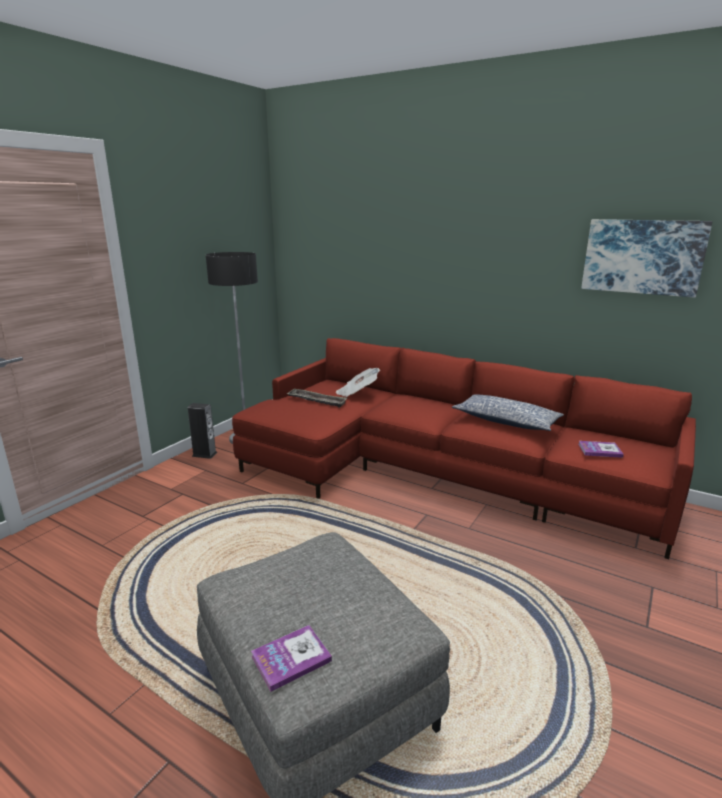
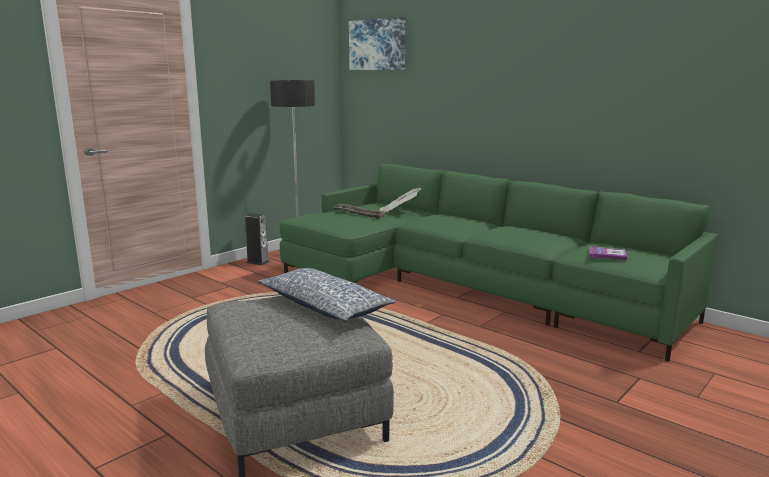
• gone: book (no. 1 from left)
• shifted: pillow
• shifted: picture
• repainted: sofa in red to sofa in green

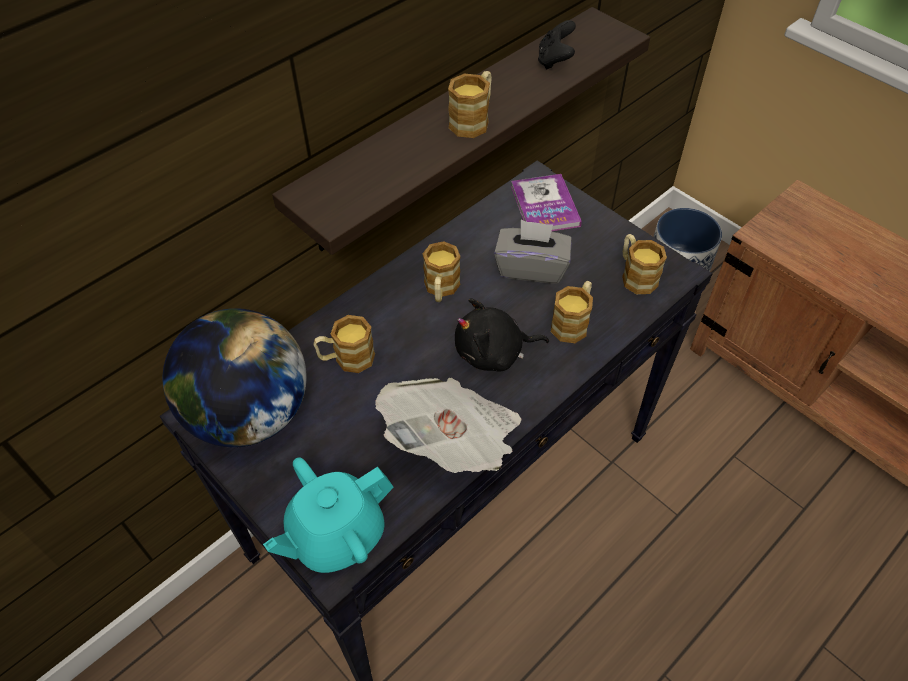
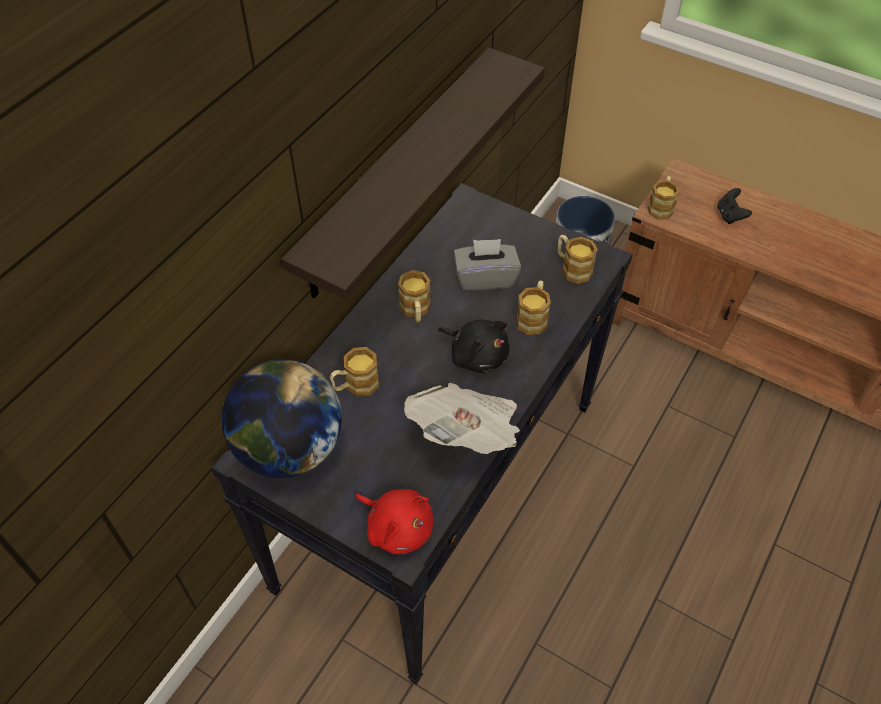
• gone: book
• shifted: mug (no. 3 from left in the first image) to mug (no. 5 from left)
• shifted: game controller in black
• swapped: teapot in turquoise to plush toy in red
• rotated: plush toy in black 120 degrees counterclockwise

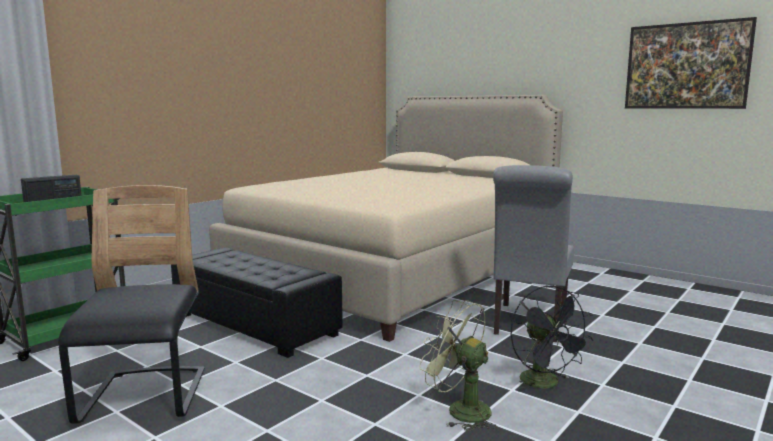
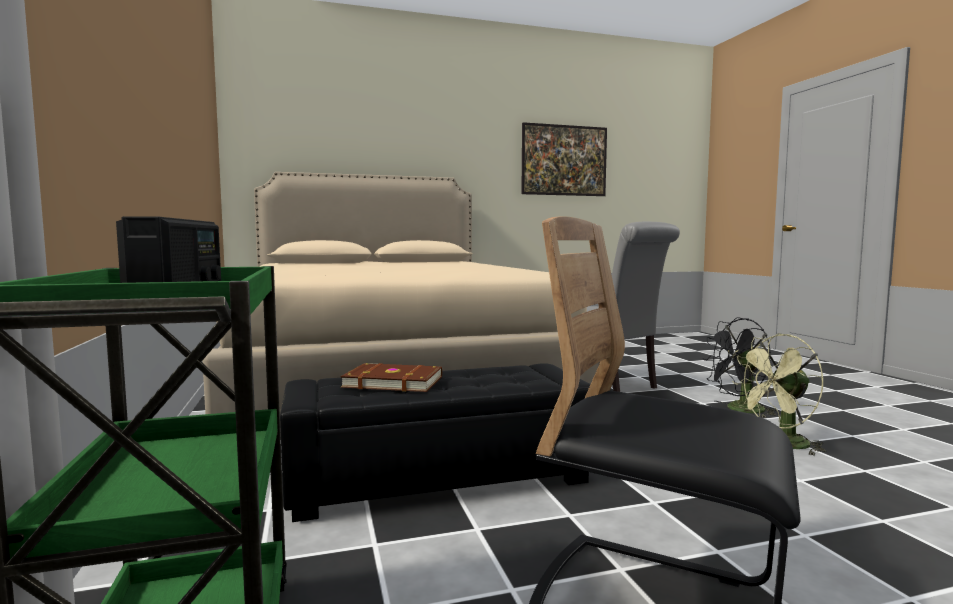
• new: book in brown
• rotated: fan in black 150 degrees clockwise

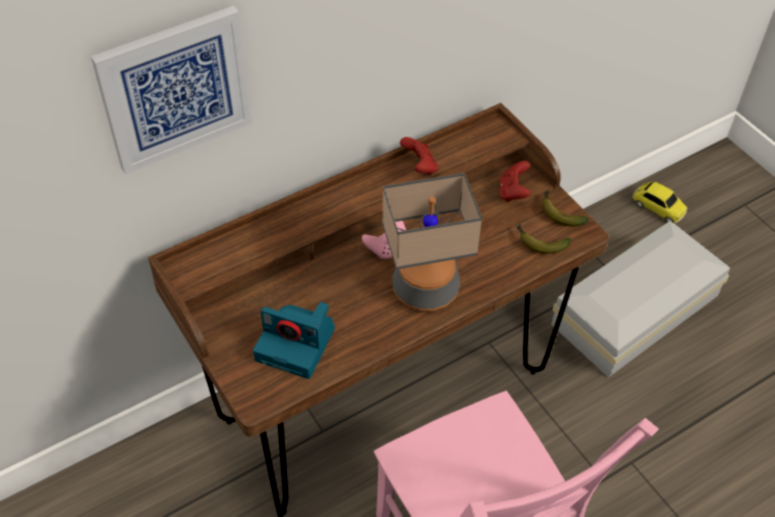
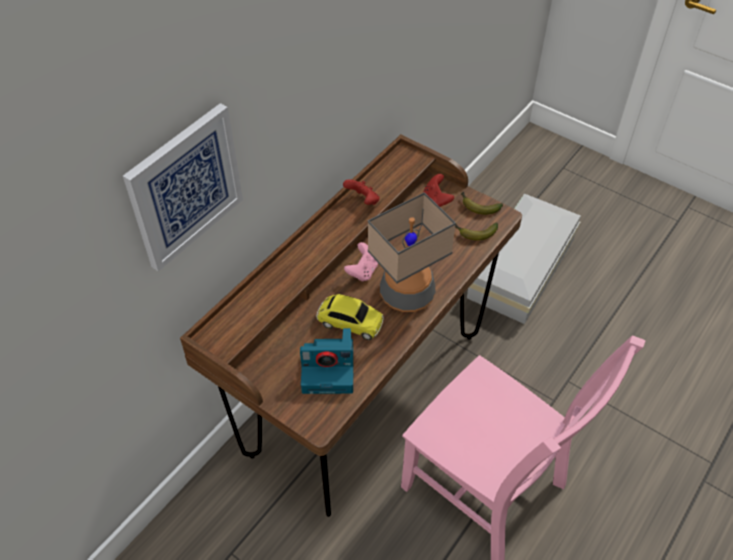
• shifted: toy car

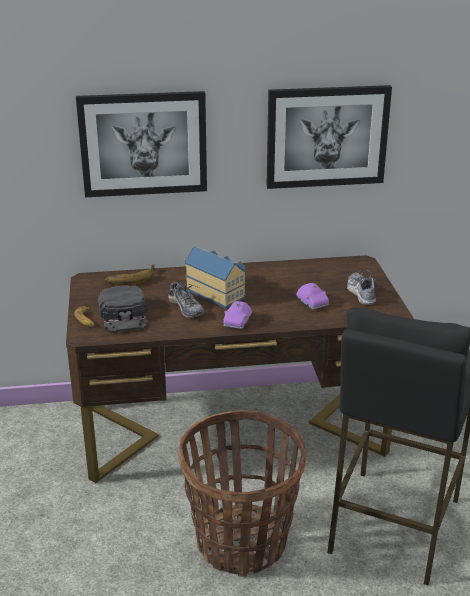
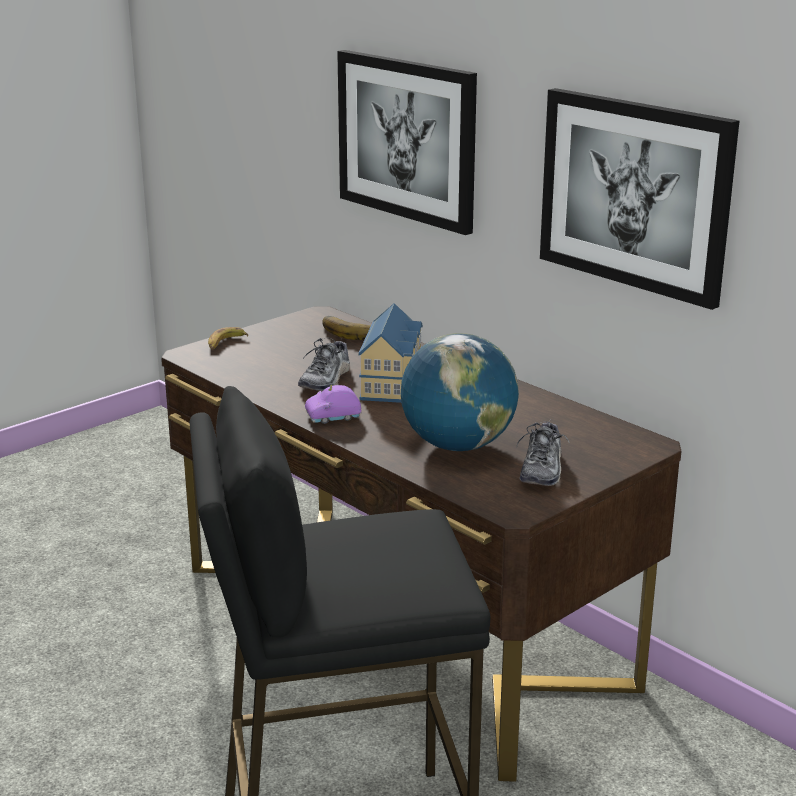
• gone: cap in black
• gone: basket
• swapped: toy car in purple (no. 2 from left) to globe
• rotated: shoe (no. 2 from left) 150 degrees clockwise

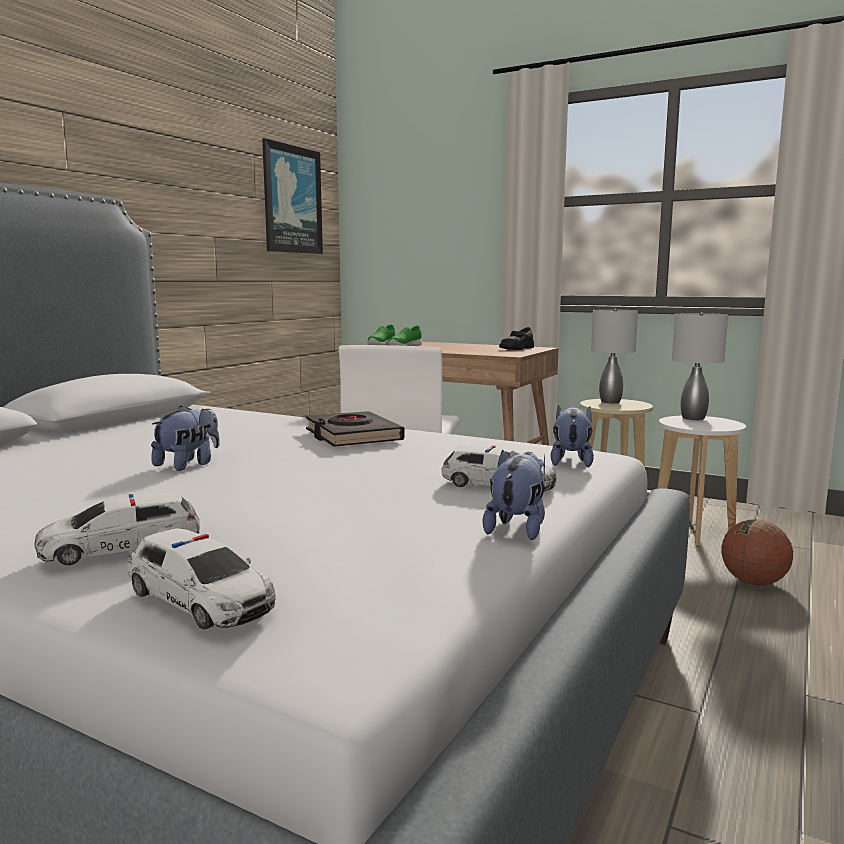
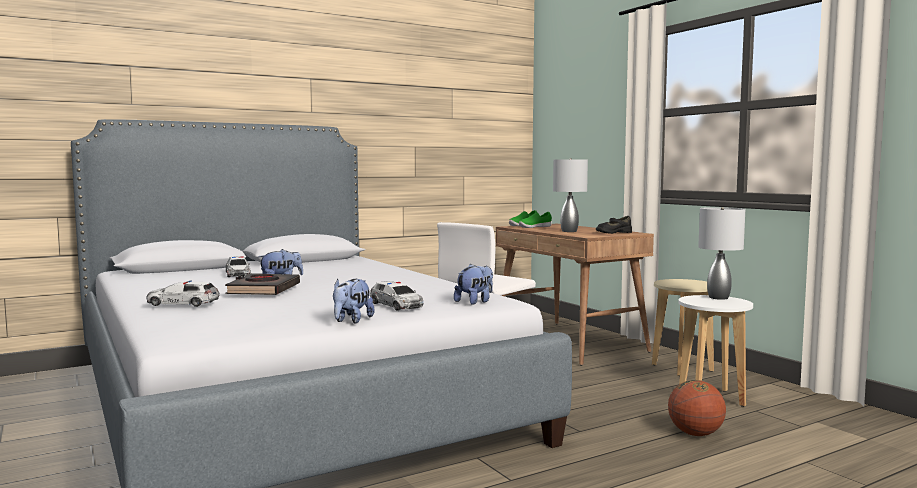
• gone: picture
• shifted: toy car (no. 2 from left)
• shifted: book in black
• shifted: table lamp in grey (no. 1 from left)
• rotated: plush toy (no. 2 from left) 150 degrees clockwise

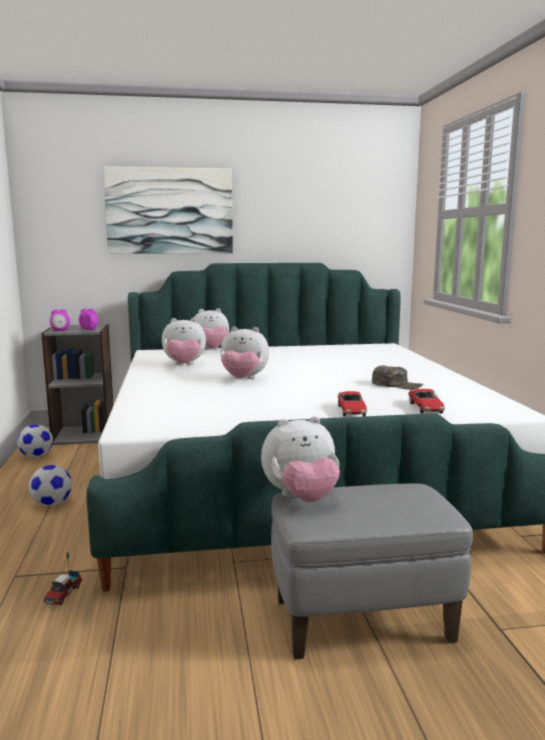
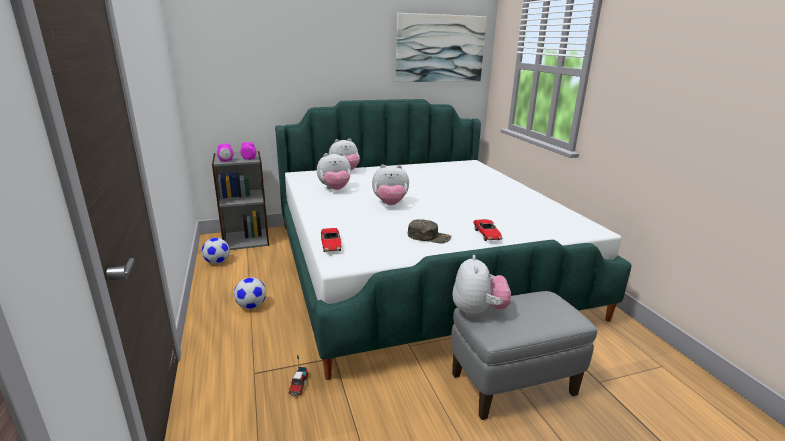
• shifted: picture
• shifted: cap in green
• shifted: toy car (no. 2 from left in the first image) to toy car (no. 1 from left)
• rotated: plush toy (no. 4 from left) 60 degrees counterclockwise

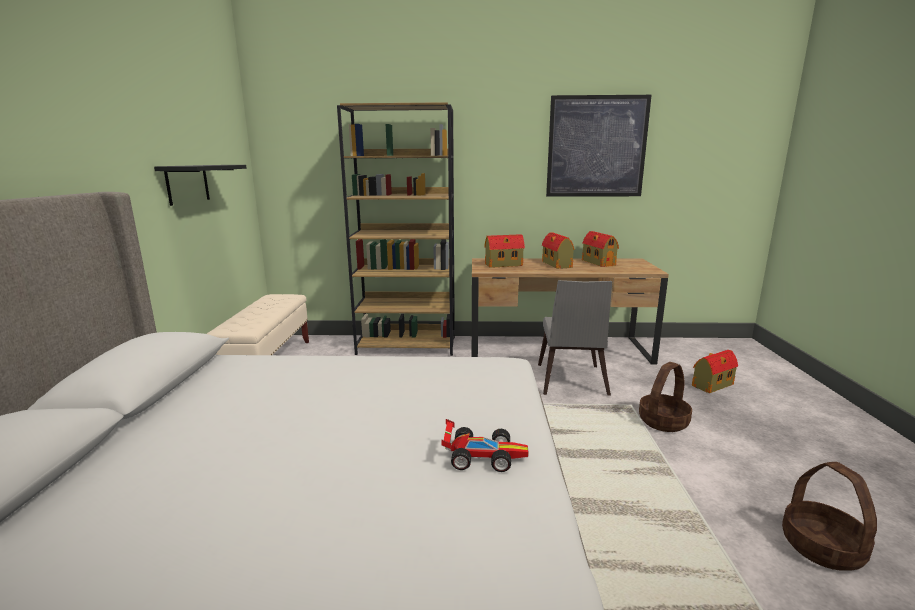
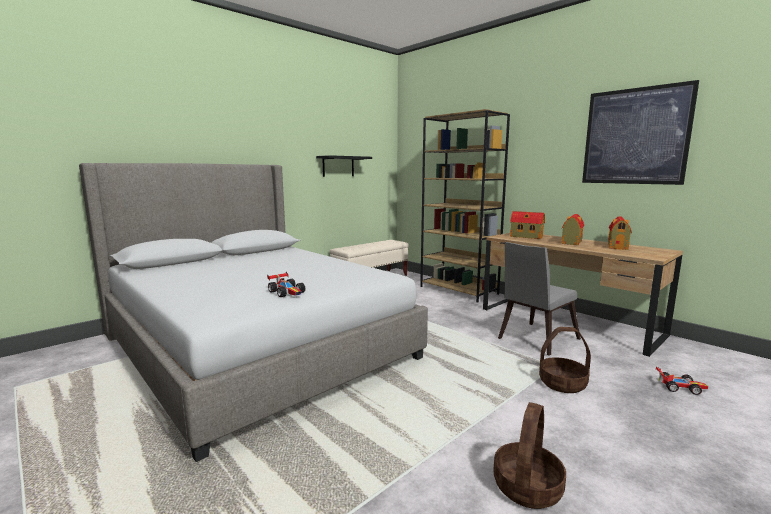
• swapped: toy house (no. 4 from left) to toy car (no. 2 from left)

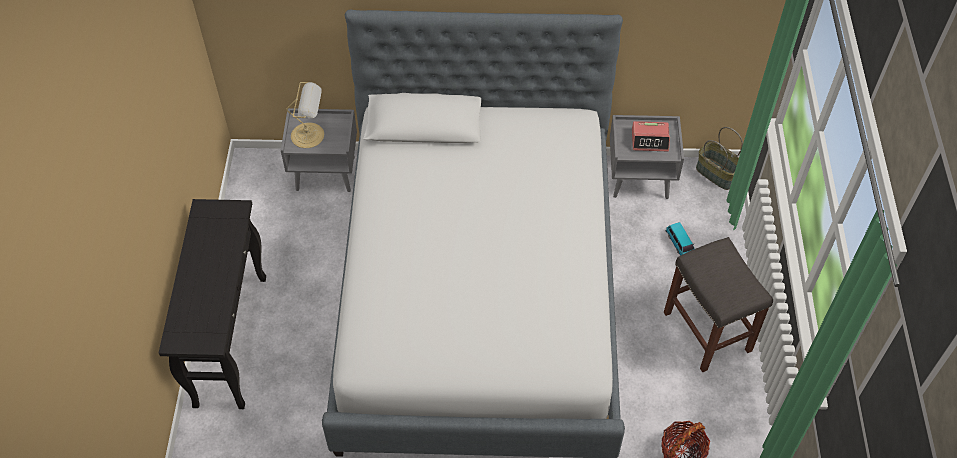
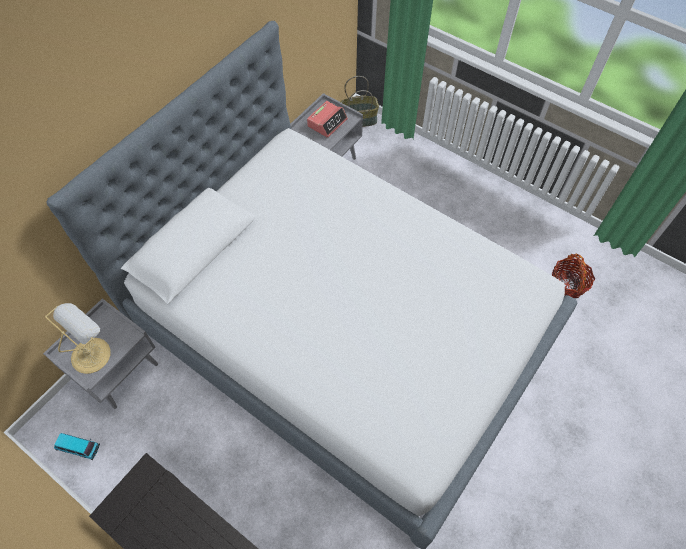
• gone: stool in grey
• shifted: toy car

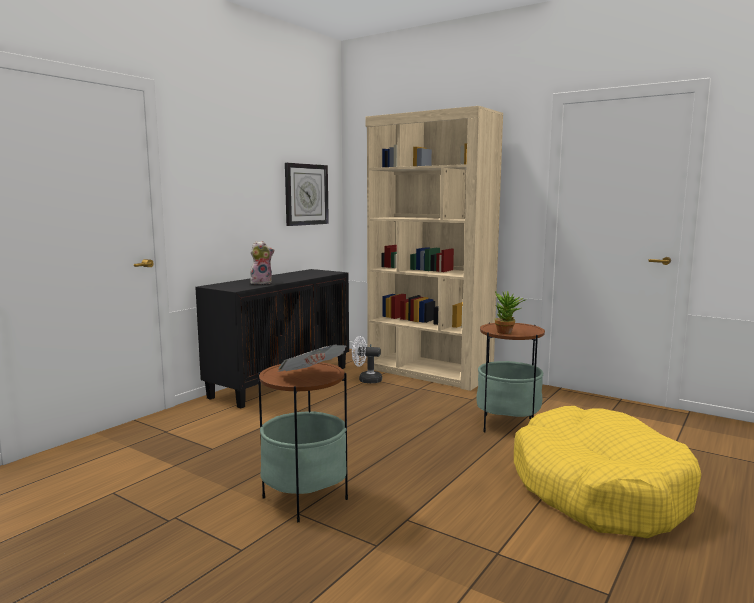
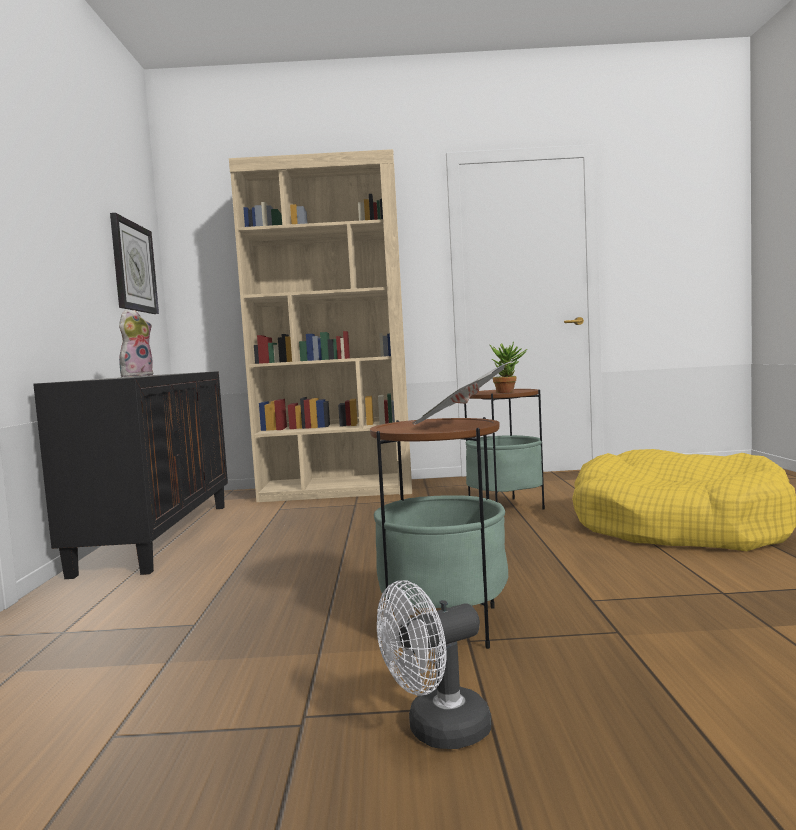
• shifted: fan in white

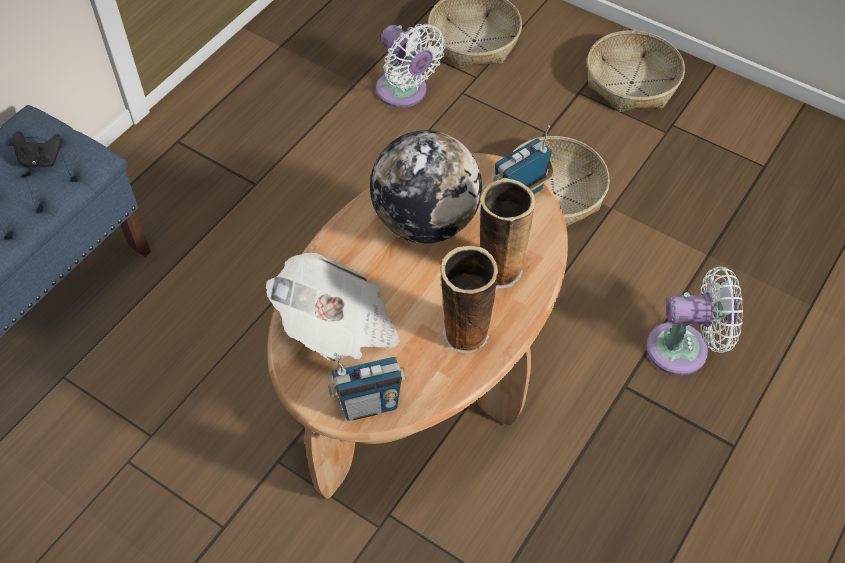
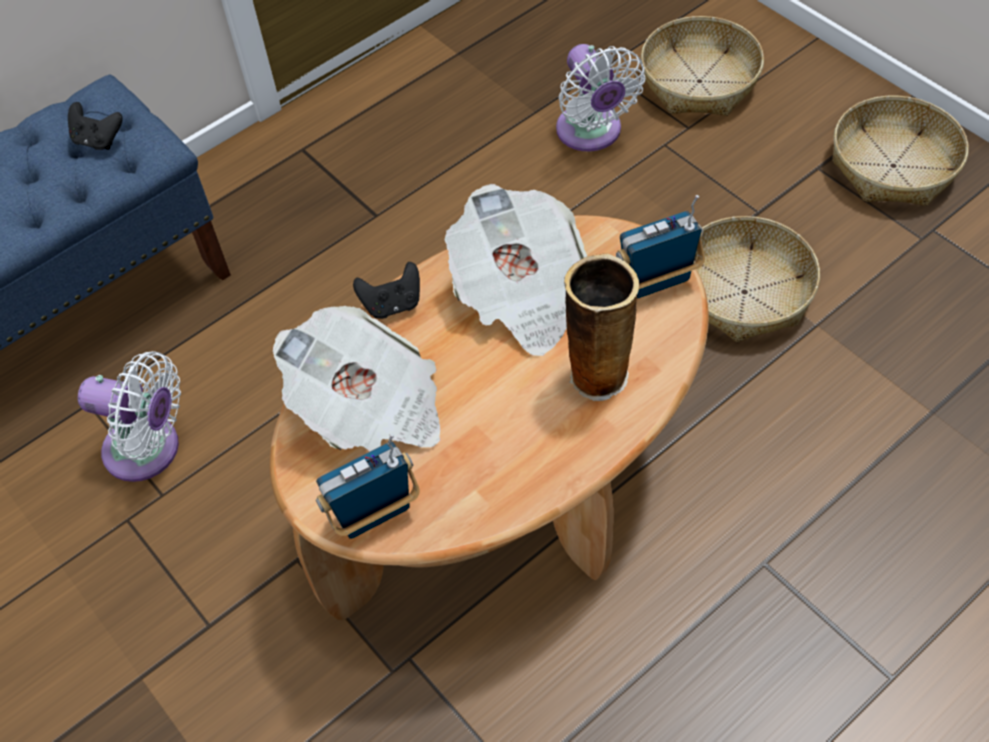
• gone: vase (no. 1 from left)
• new: game controller in black (no. 2 from left)
• shifted: fan in white (no. 2 from left in the first image) to fan in white (no. 1 from left)
• swapped: globe to newspaper (no. 2 from left)
• rotated: radio (no. 1 from left) 150 degrees clockwise

